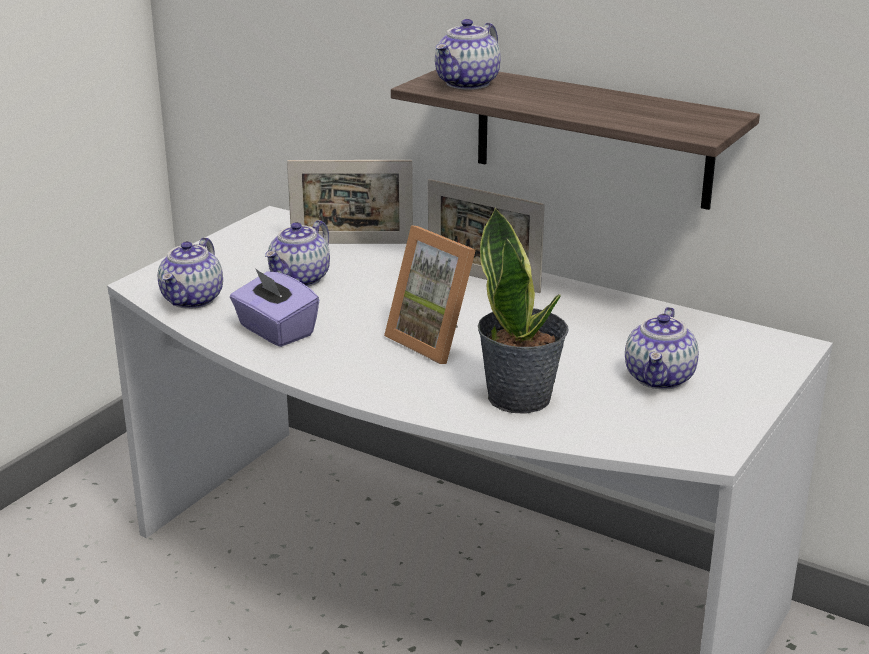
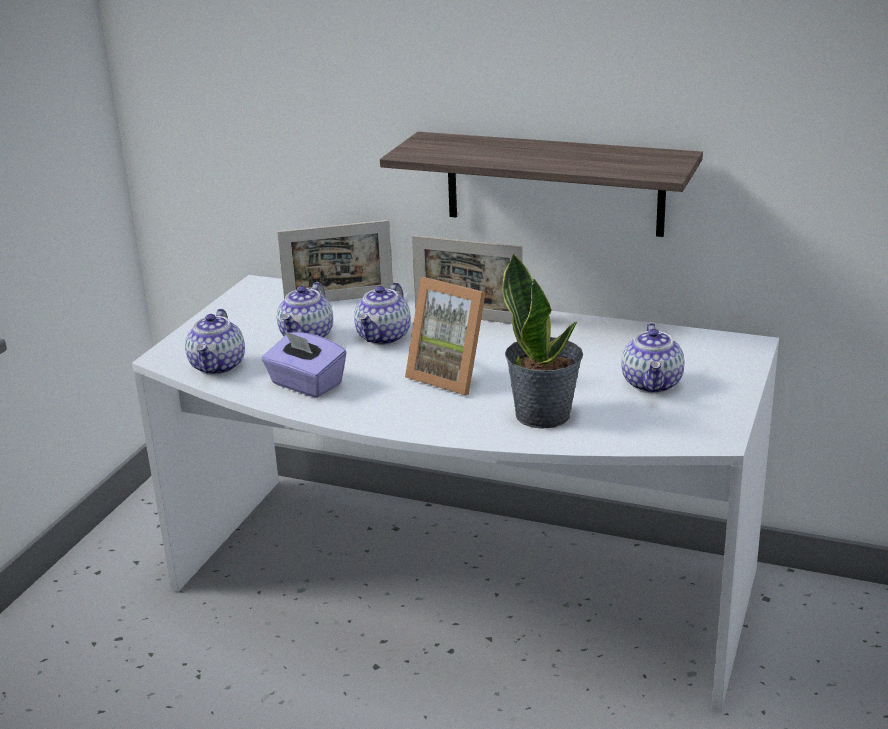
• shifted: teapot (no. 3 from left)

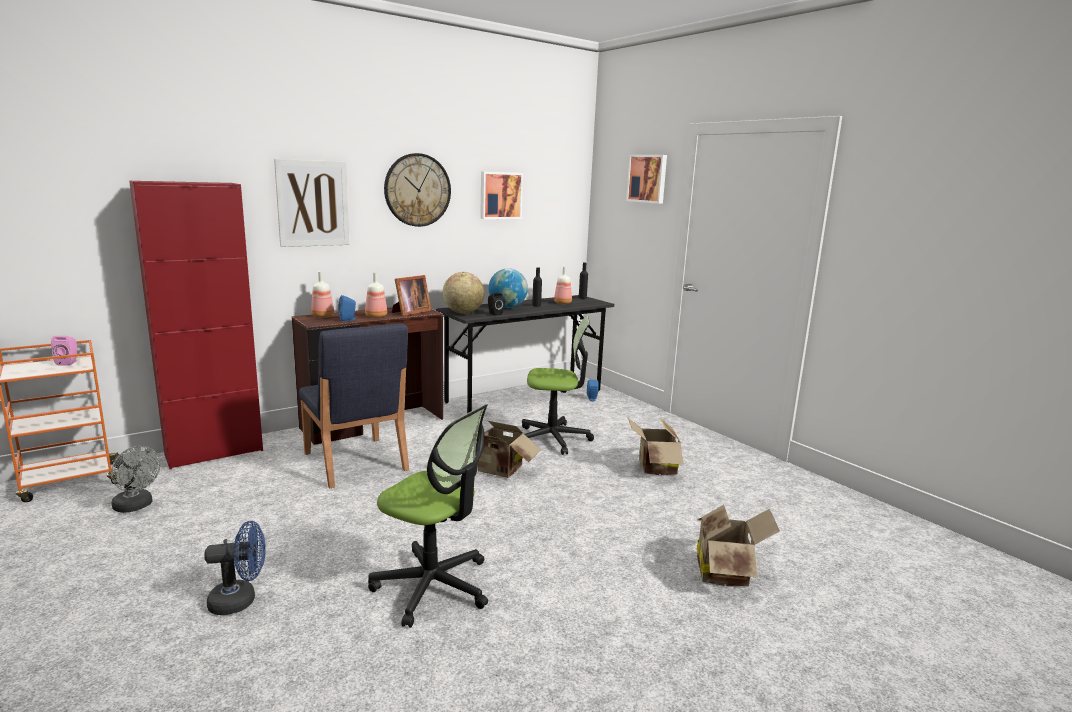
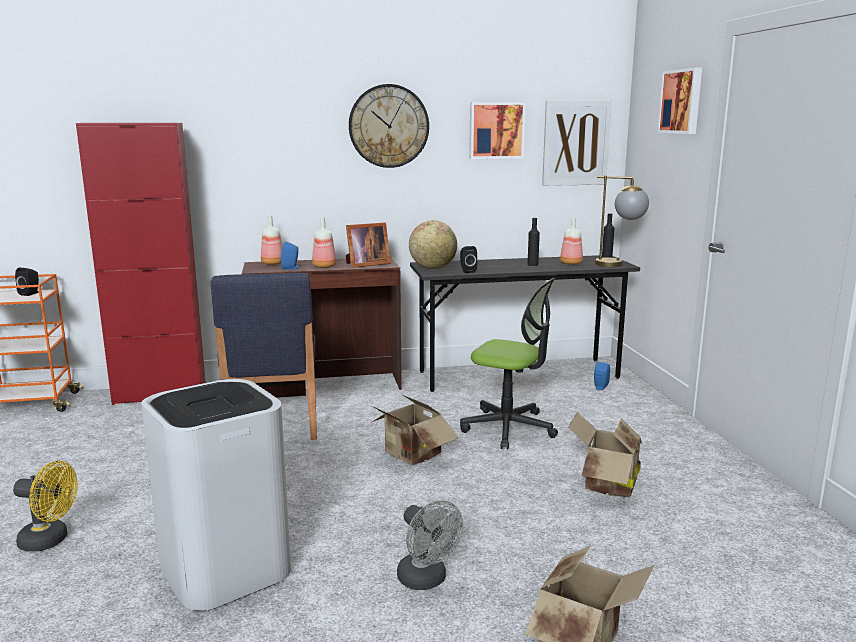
• gone: globe (no. 2 from left)
• new: table lamp
• shifted: fan in grey
• shifted: picture (no. 1 from left in the first image) to picture (no. 2 from left)
• swapped: office chair (no. 1 from left) to trash can in white
• repainted: speaker in pink to speaker in black (no. 1 from left)
• repainted: fan in blue to fan in yellow

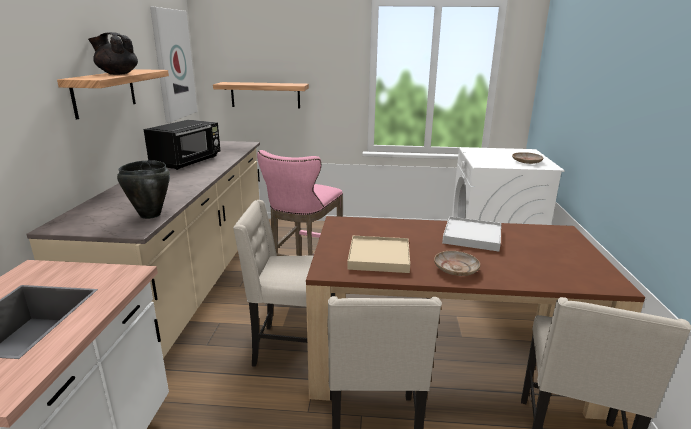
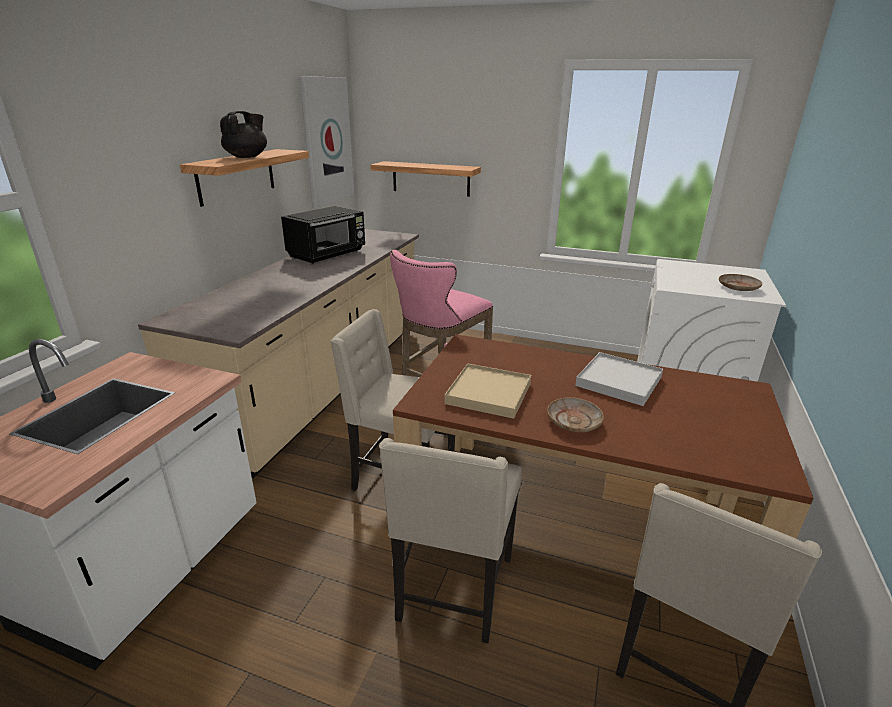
• gone: cooking pot in black
• rotated: teapot in black 90 degrees clockwise

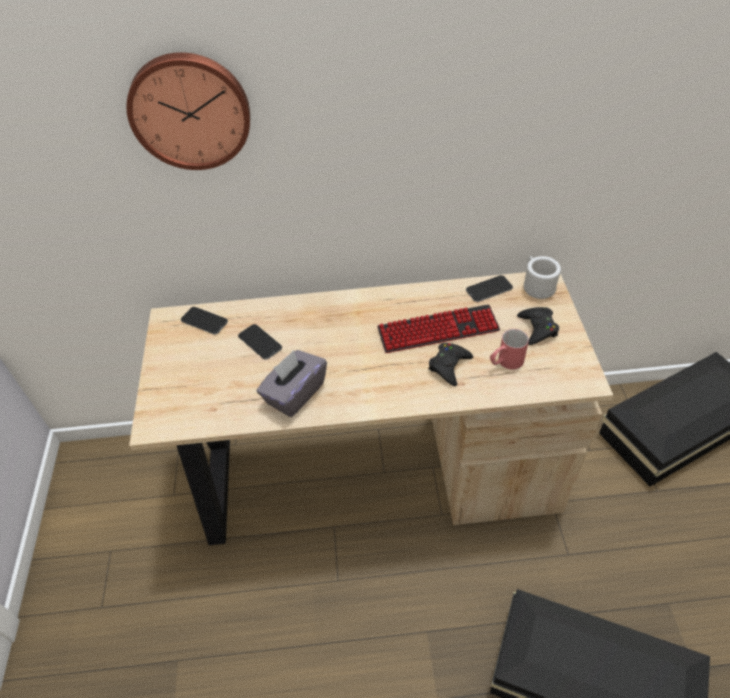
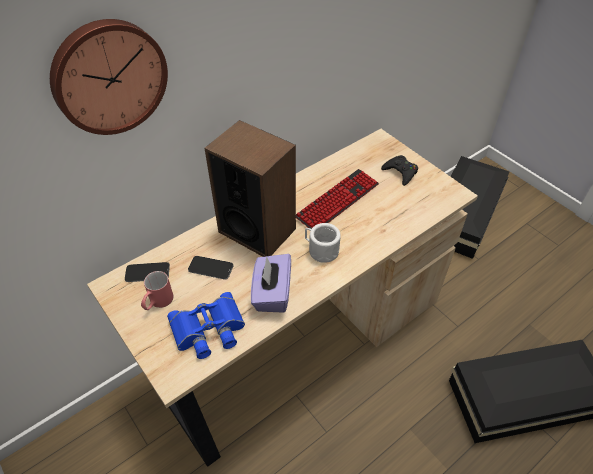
• gone: game controller in black (no. 1 from left)
• gone: phone (no. 3 from left)
• new: binoculars in blue
• new: speaker
• shifted: mug in red
• shifted: mug in white
• repainted: tissue box in grey to tissue box in purple

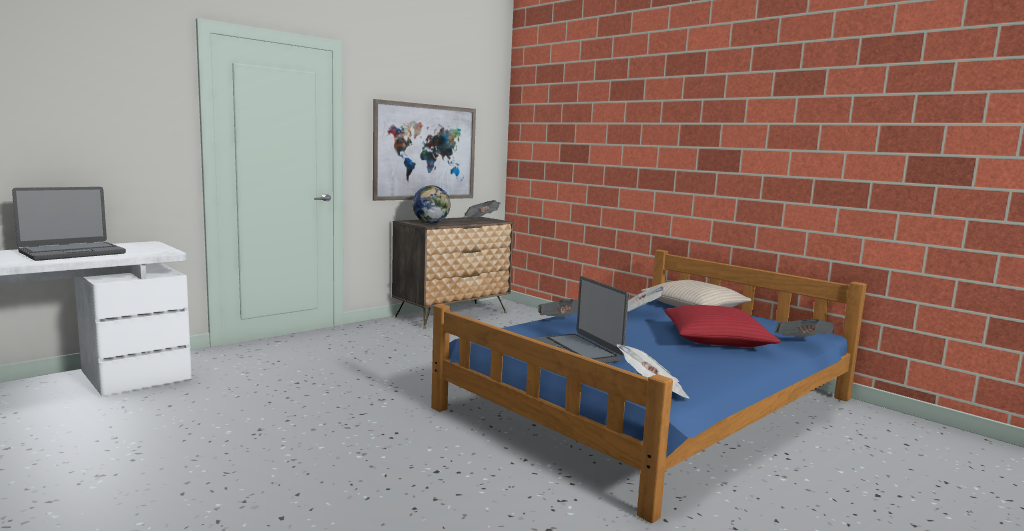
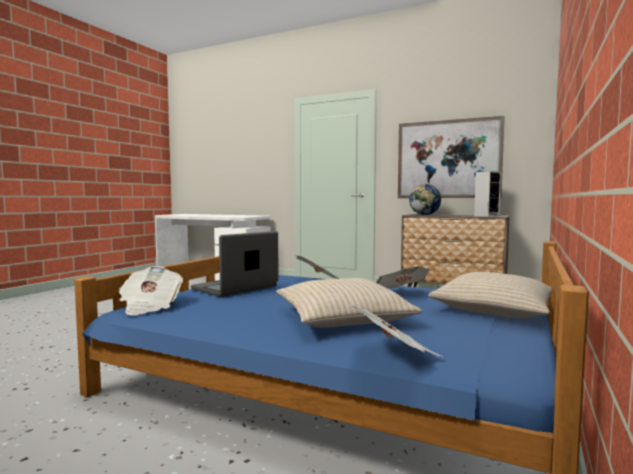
• gone: laptop (no. 1 from left)
• swapped: newspaper (no. 1 from left) to speaker
• repainted: pillow in red to pillow in beige (no. 1 from left)

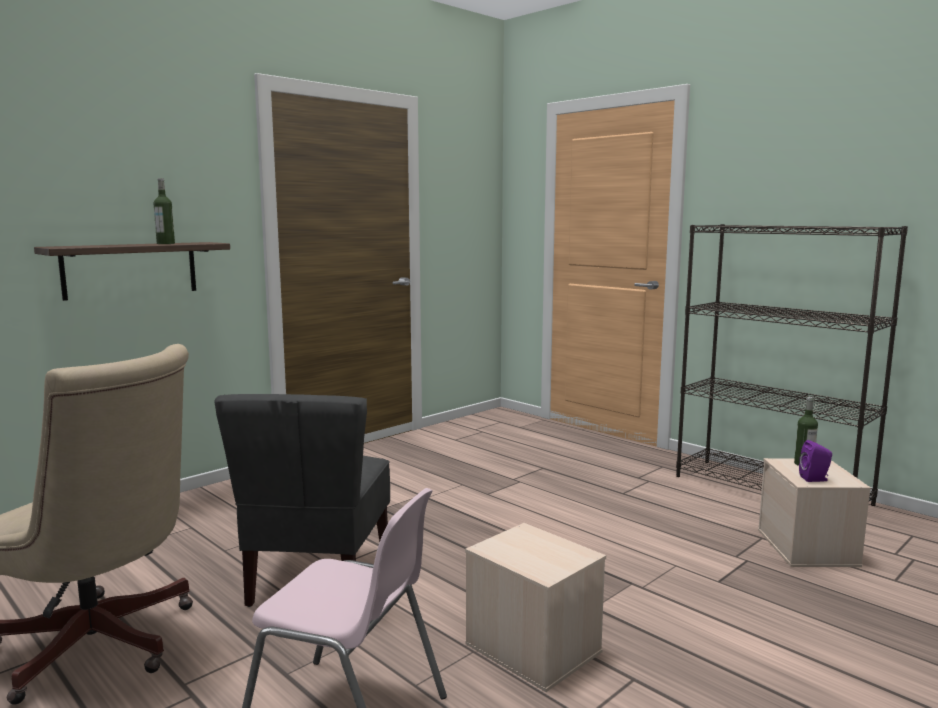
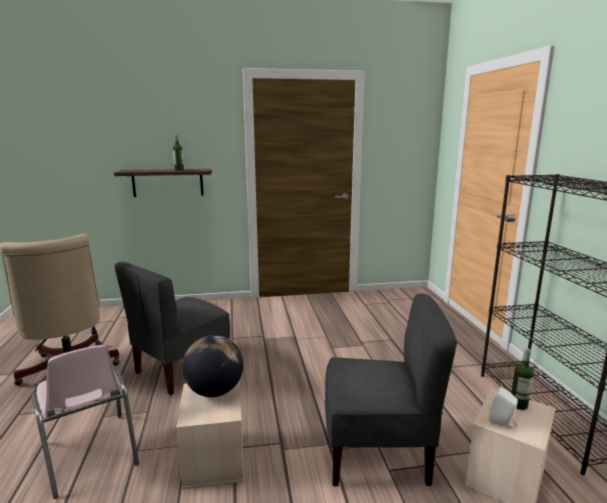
• new: globe
• new: chair in grey (no. 2 from left)
• repainted: speaker in purple to speaker in white

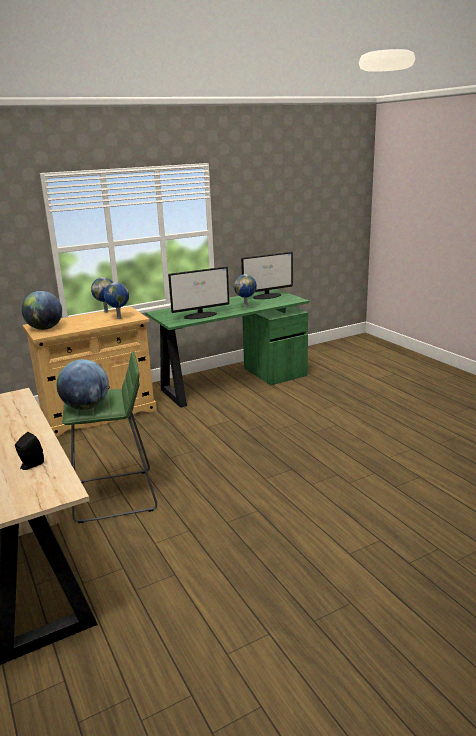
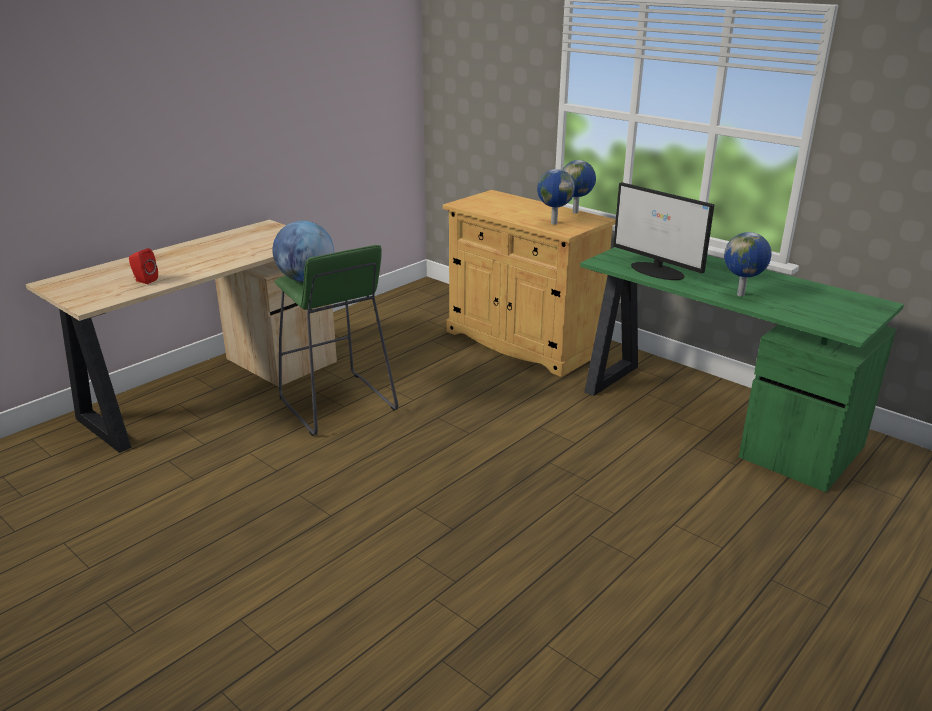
• gone: globe (no. 1 from left)
• gone: monitor (no. 2 from left)
• repainted: speaker in black to speaker in red

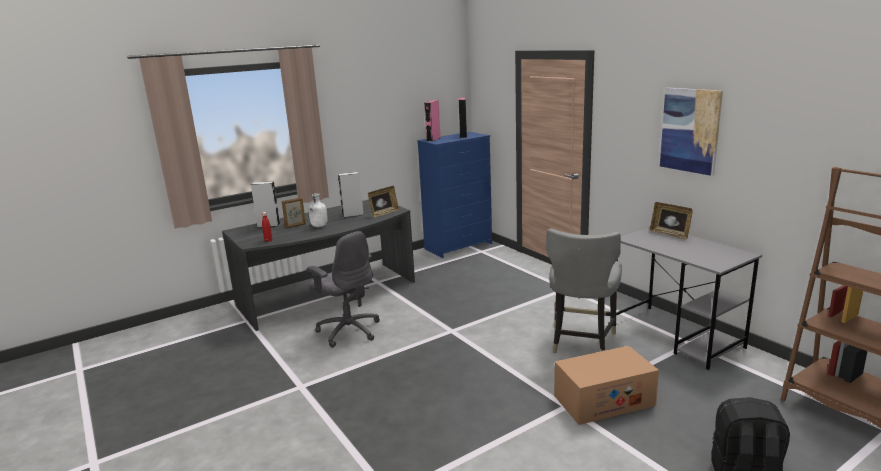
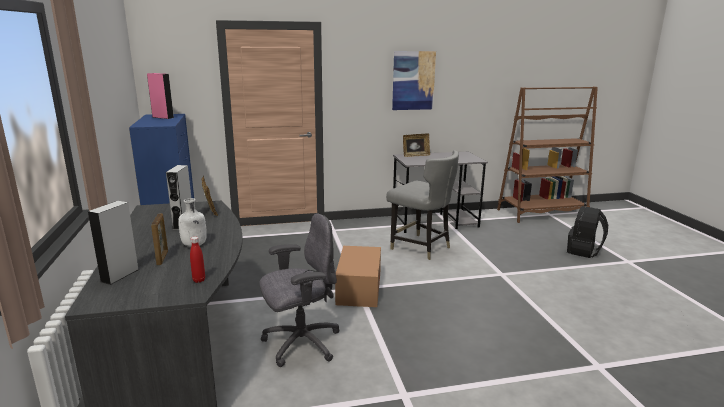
• gone: speaker in pink (no. 1 from left)
• shifted: cardboard box

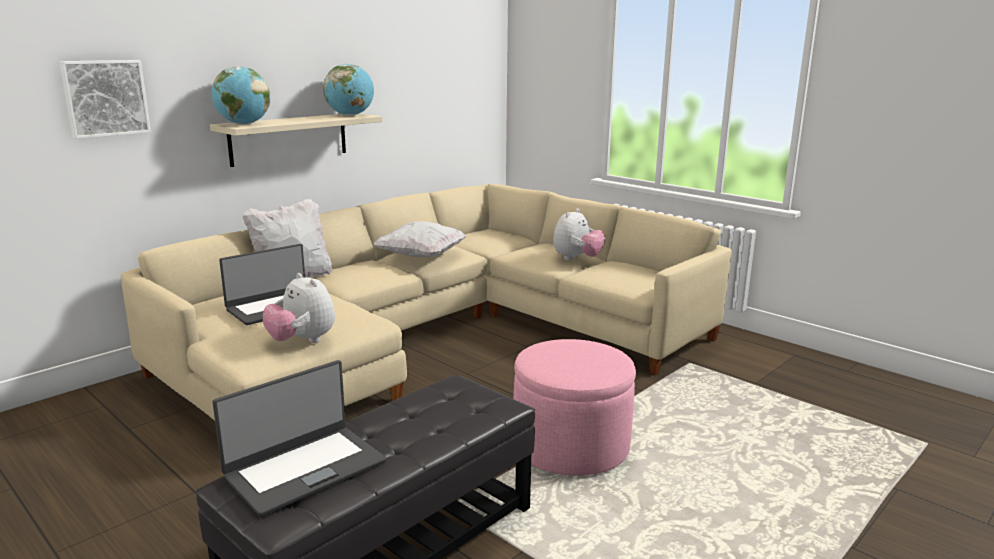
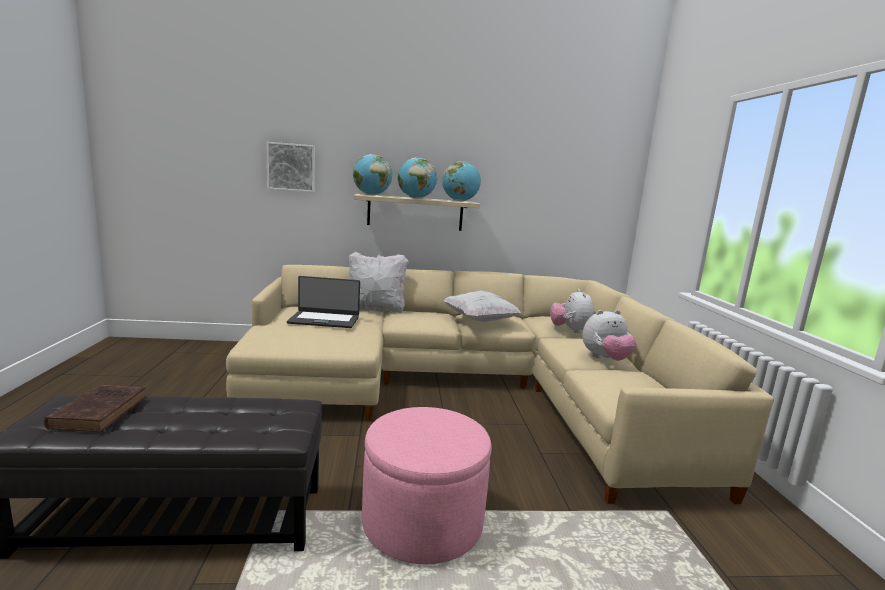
• new: globe (no. 2 from left)
• shifted: plush toy (no. 1 from left)
• swapped: laptop (no. 2 from left) to book in brown

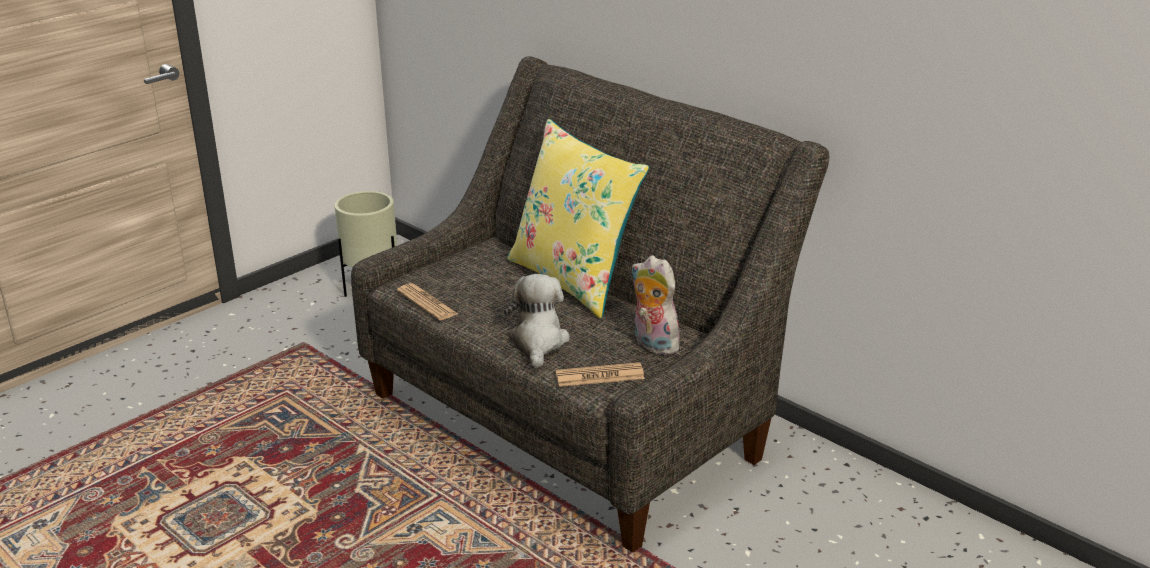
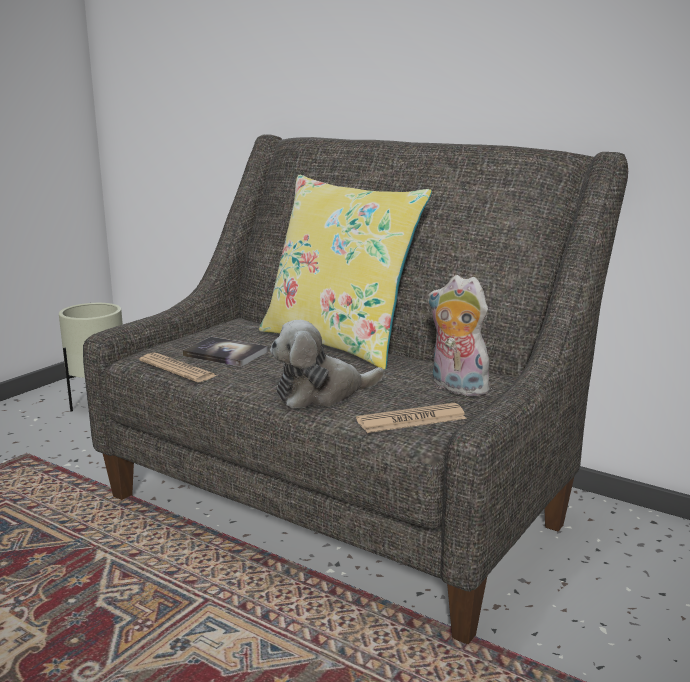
• new: book
• rotated: plush toy (no. 1 from left) 105 degrees counterclockwise

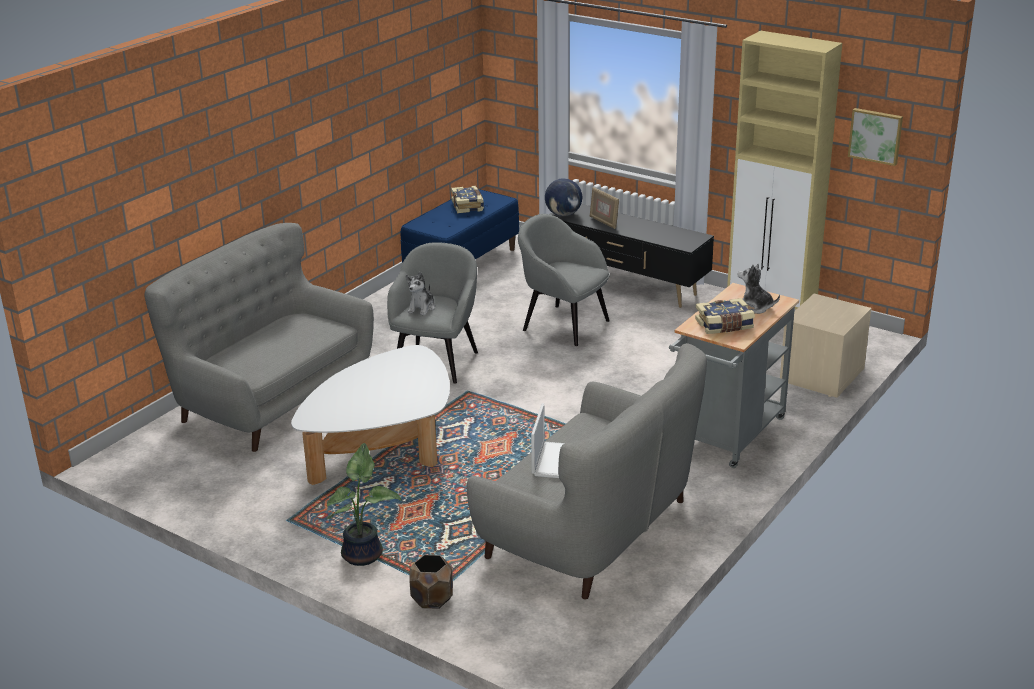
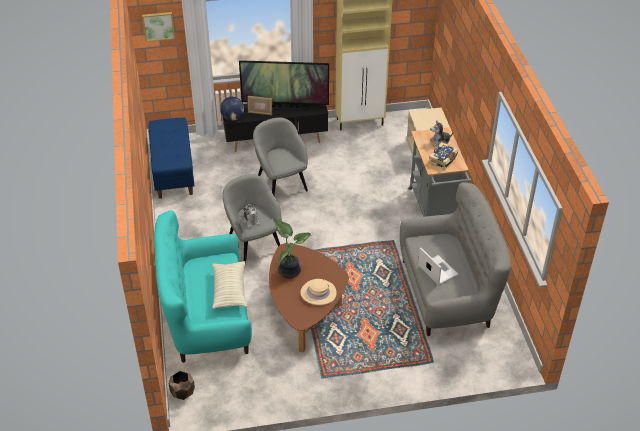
• gone: book (no. 1 from left)
• new: pillow
• new: television
• new: hat in beige
• shifted: potted plant
• shifted: planter in brown
• shifted: picture
• repainted: sofa in grey (no. 1 from left) to sofa in turquoise
• repainted: coffee table in white to coffee table in brown
• rotated: armchair in grey (no. 2 from left) 75 degrees clockwise

